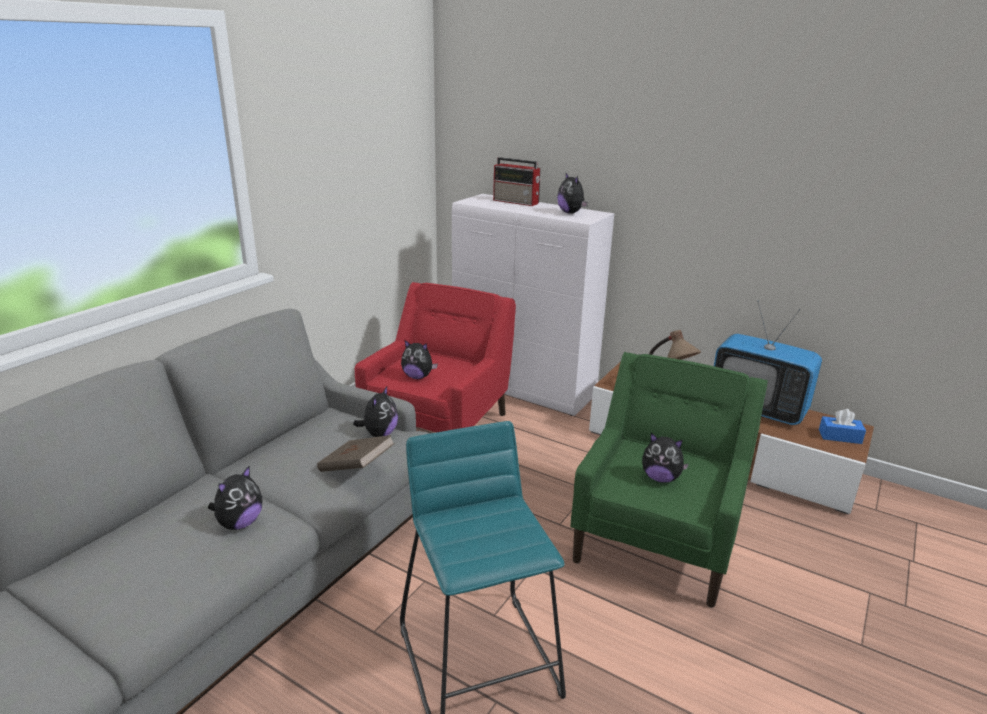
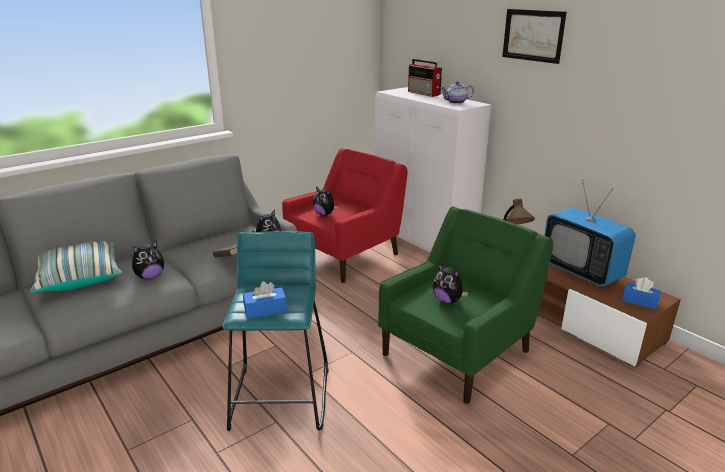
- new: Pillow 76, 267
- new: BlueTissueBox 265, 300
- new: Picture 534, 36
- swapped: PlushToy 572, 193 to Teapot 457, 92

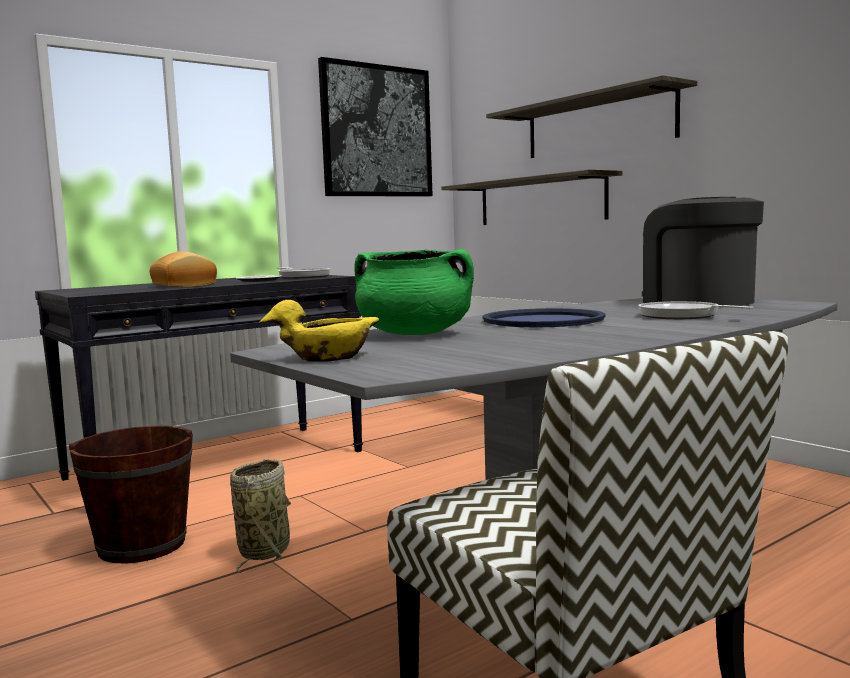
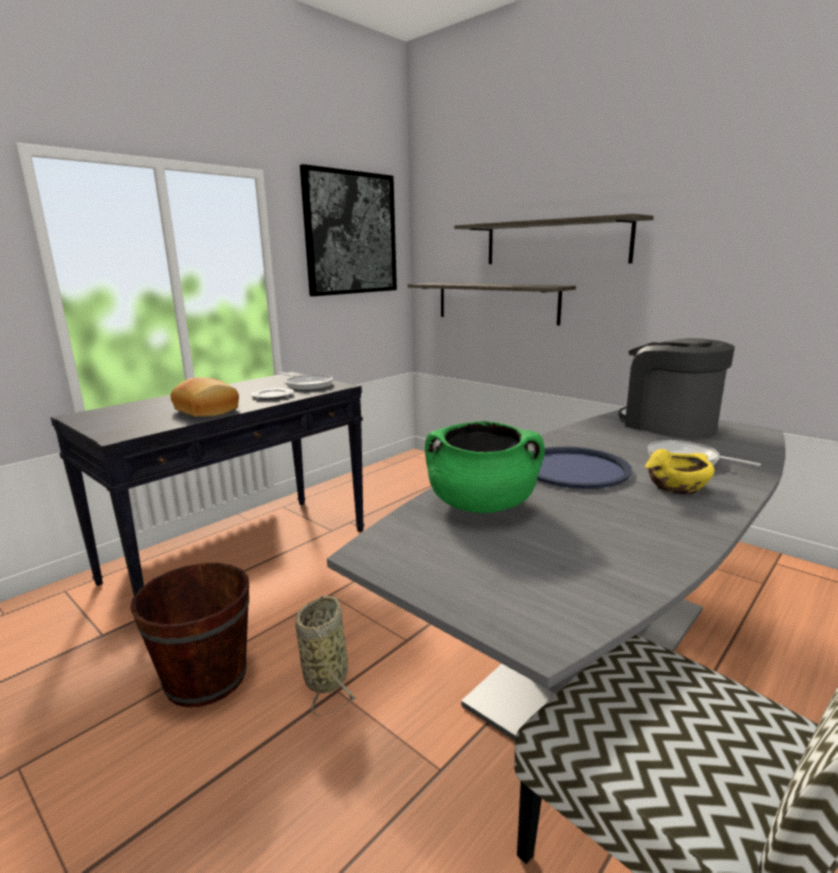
- shifted: YellowBowl 319, 331 to 679, 471

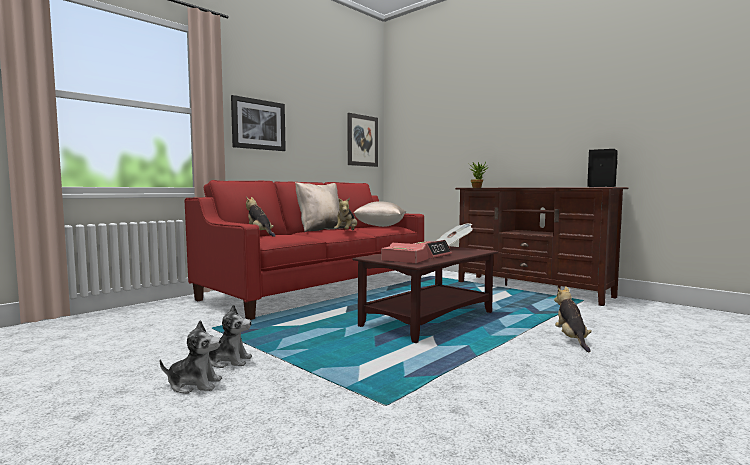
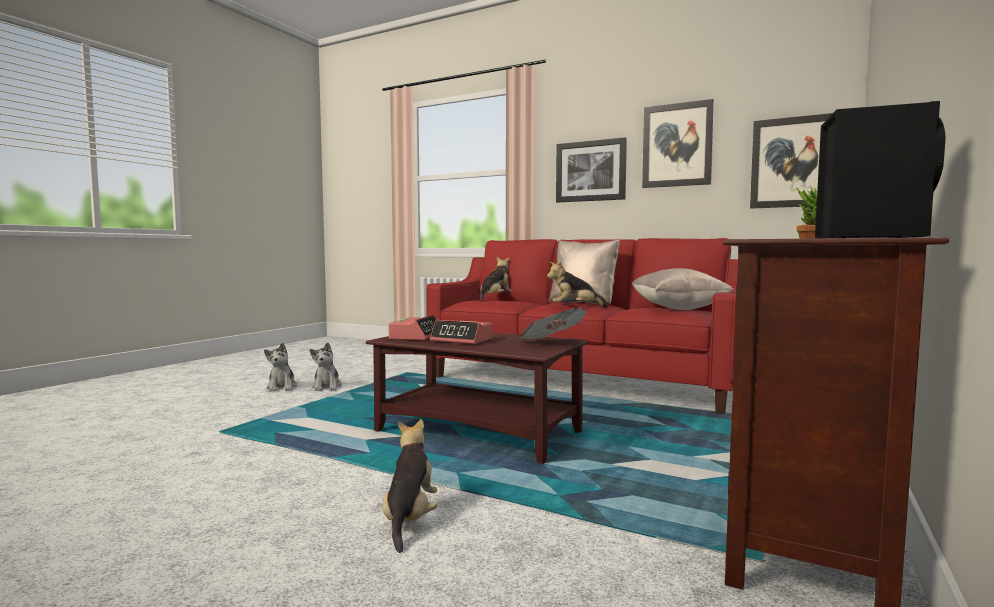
- new: Picture 678, 143
- rotated: PlushToy 573, 319 = 409, 486 75 degrees counterclockwise

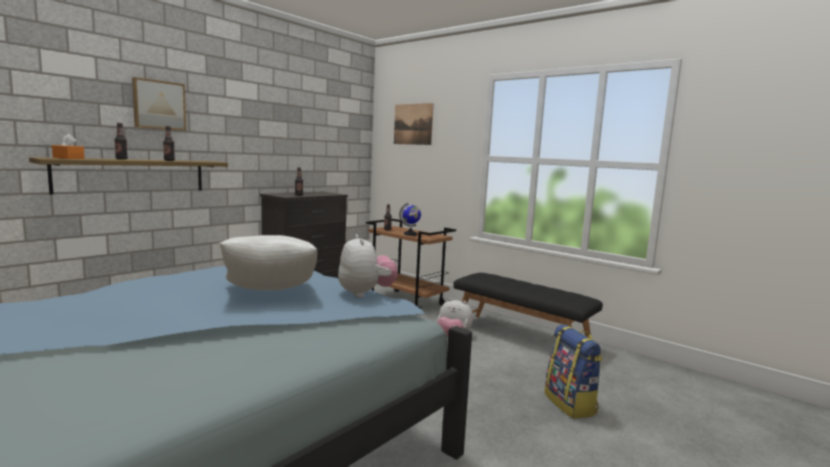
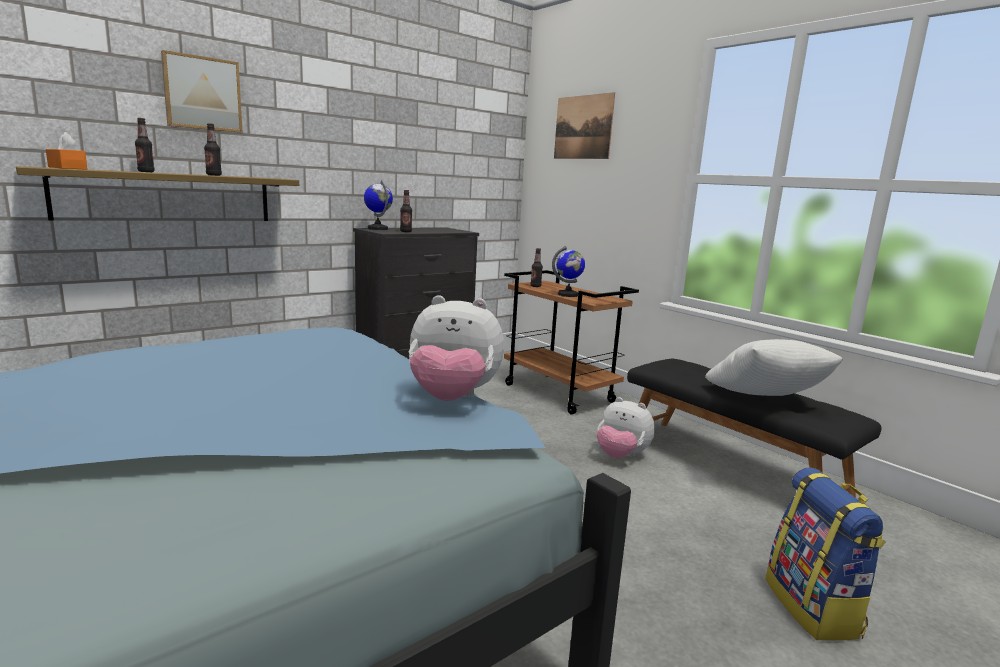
- new: Globe 378, 205
- shifted: WhitePillow 268, 262 to 774, 367
- rotated: PlushToy 368, 266 = 456, 348 105 degrees clockwise

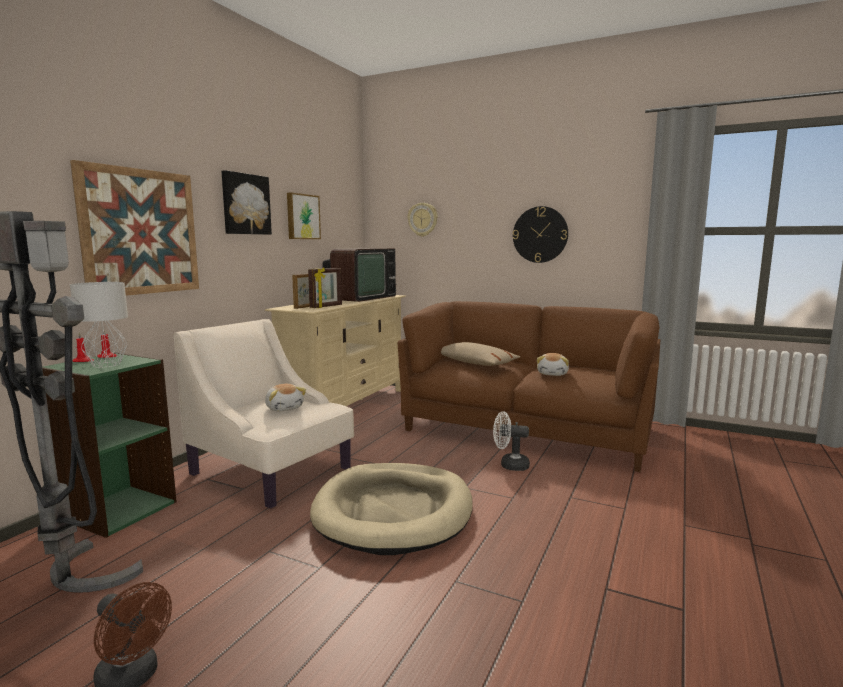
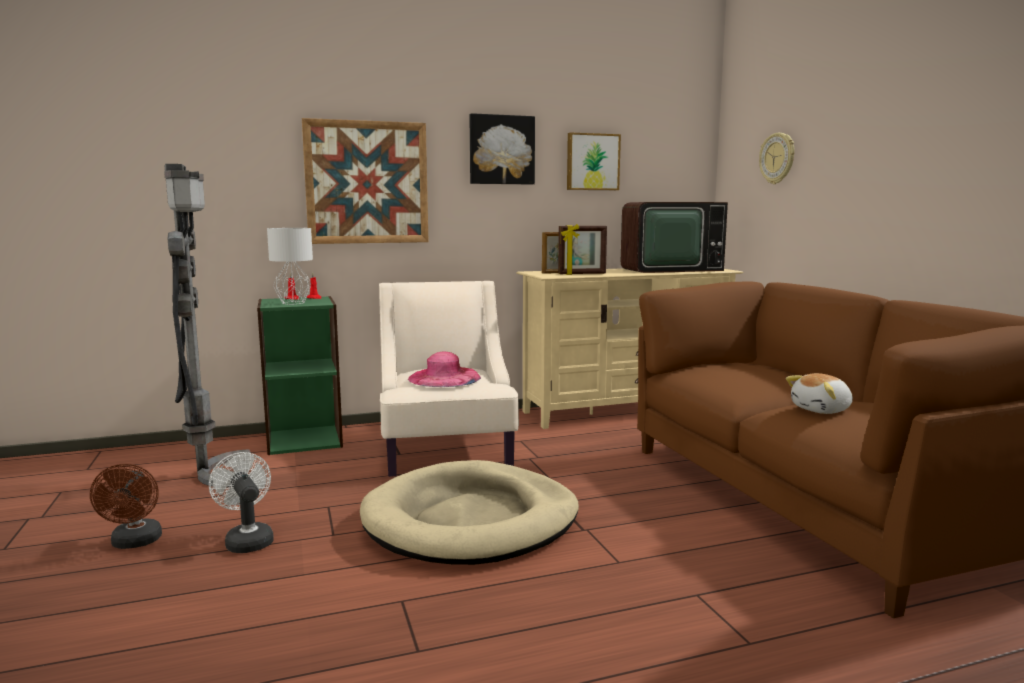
- gone: BeigePillow 480, 354
- gone: WallClock 540, 234
- shifted: WhiteFan 511, 441 to 241, 502
- swapped: PlushToy 285, 397 to PinkHat 444, 369

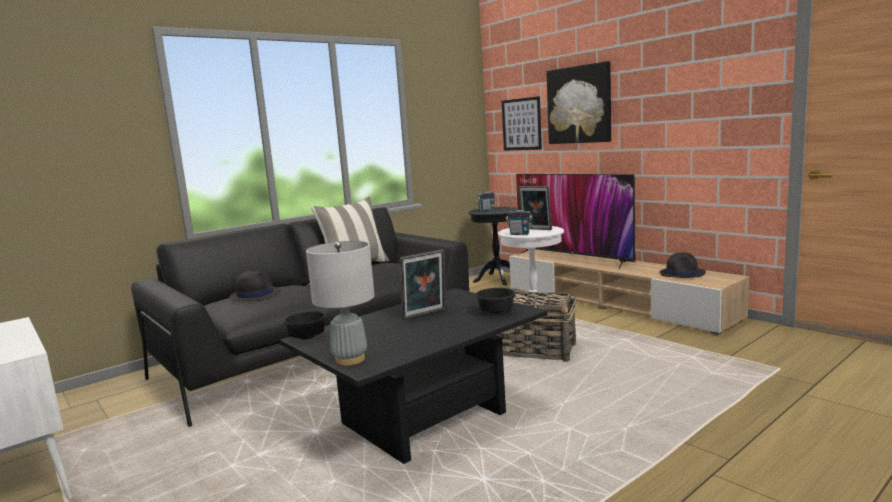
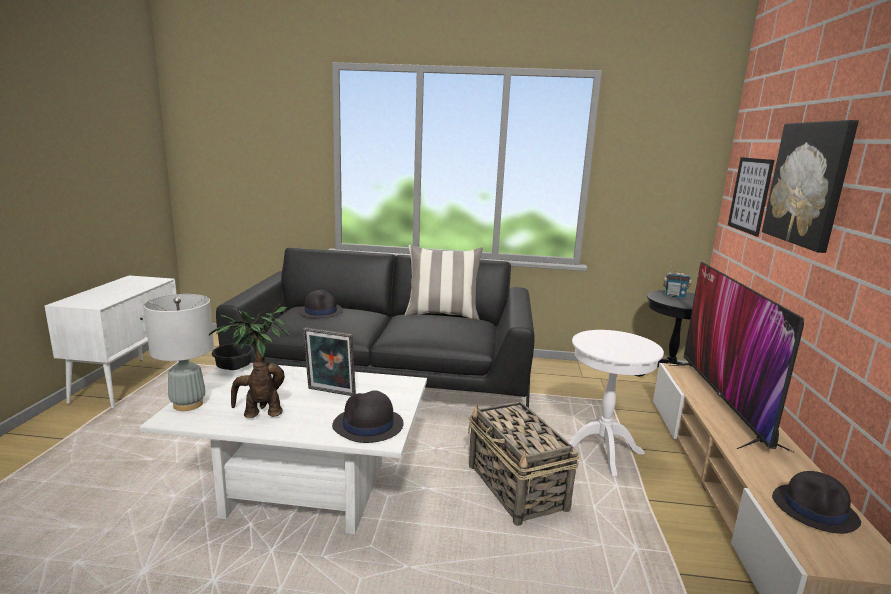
- gone: Radio 519, 217
- gone: PictureFrame 535, 208
- new: PottedPlant 249, 361
- swapped: BlackBowl 495, 301 to BlackHat 368, 416
- repainted: BlackCoffeeTable 413, 376 to WhiteCoffeeTable 283, 448

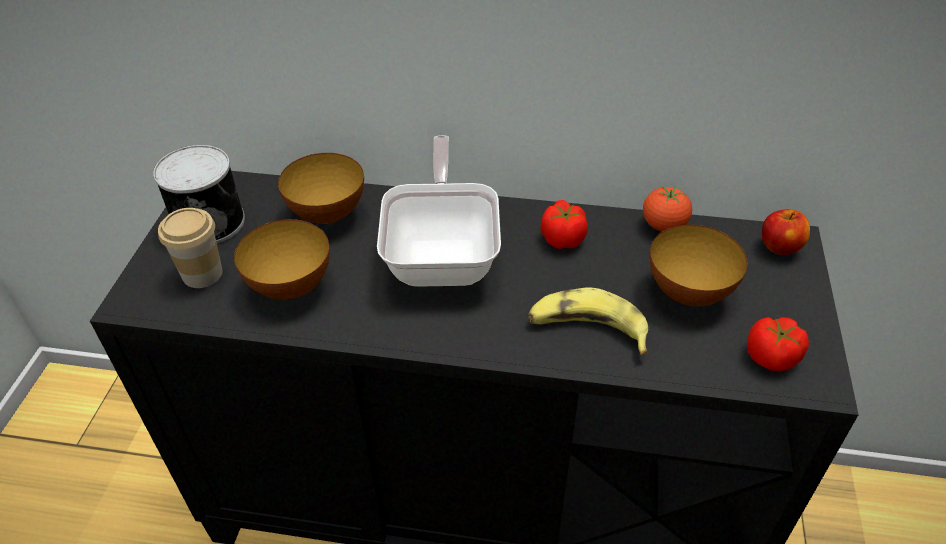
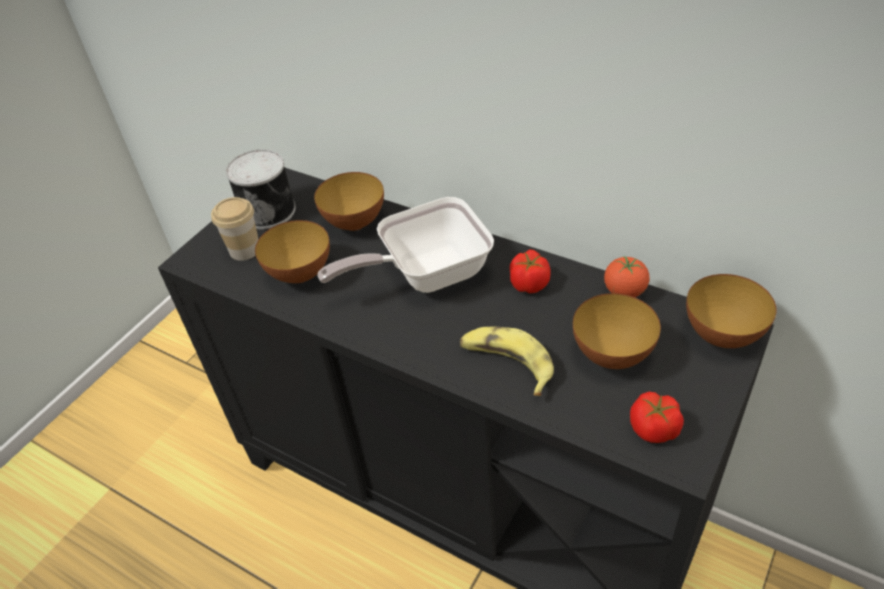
- swapped: Apple 786, 232 to Bowl 731, 311
- rotated: FryingPan 439, 211 = 406, 245 135 degrees counterclockwise

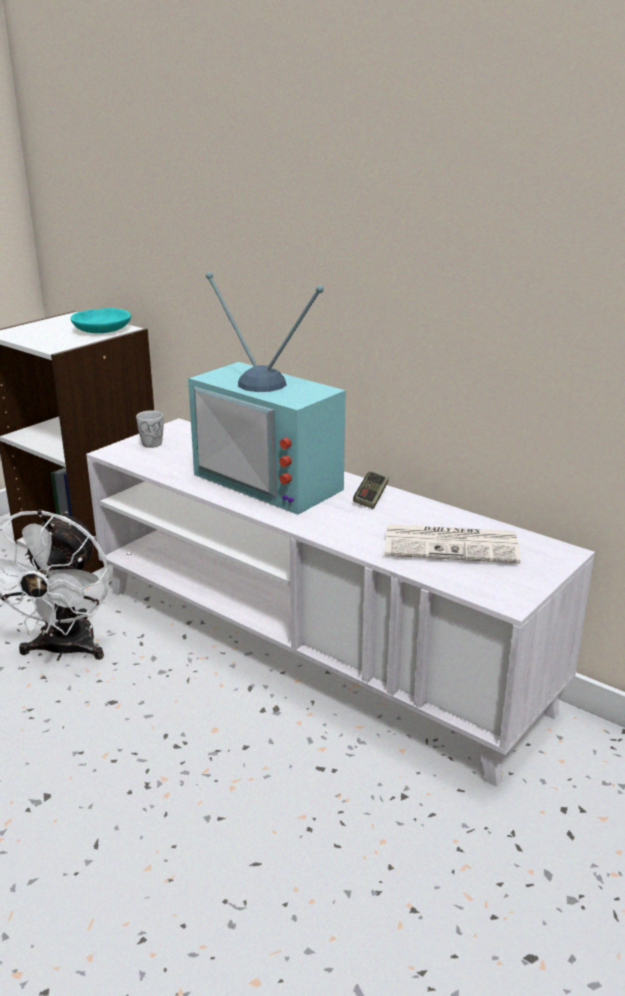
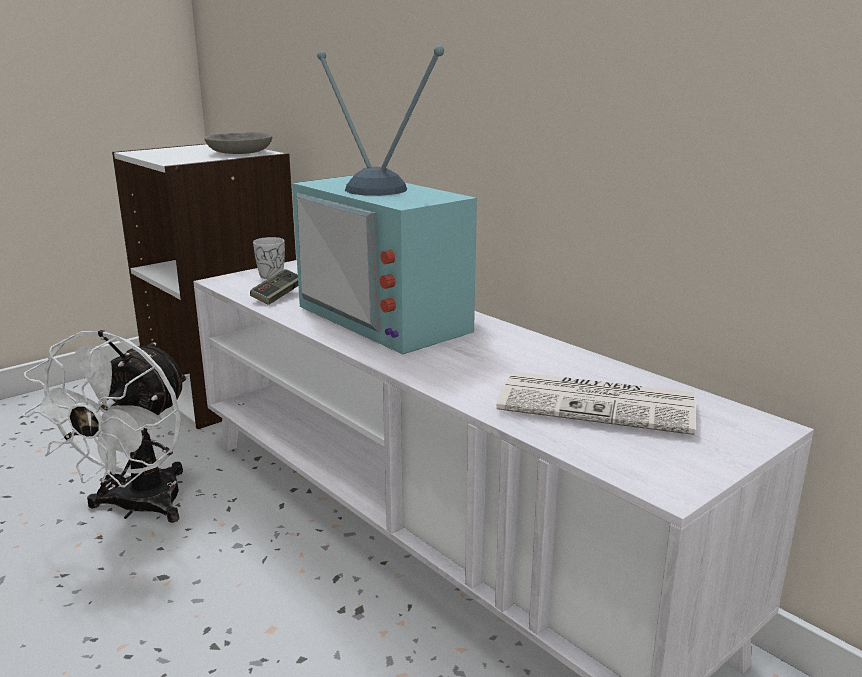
- shifted: GameController 371, 490 to 274, 287
- repainted: TurquoiseBowl 101, 320 to GreyBowl 238, 143

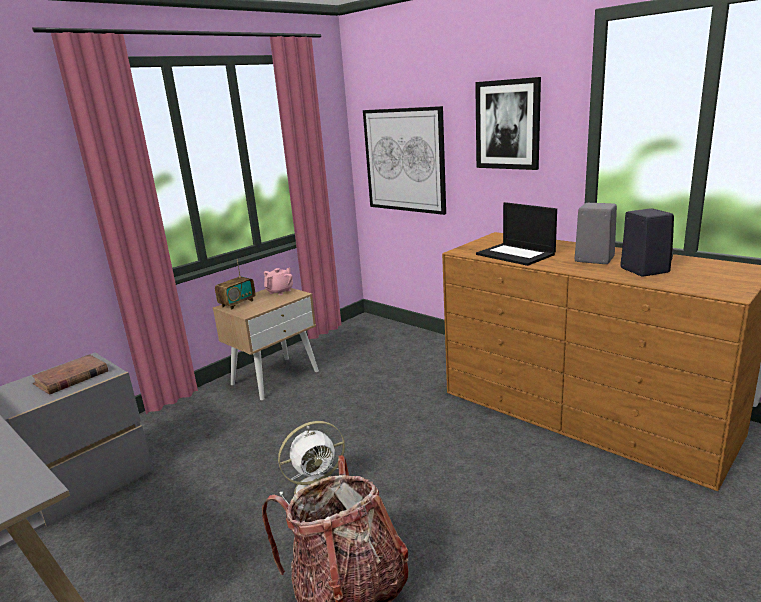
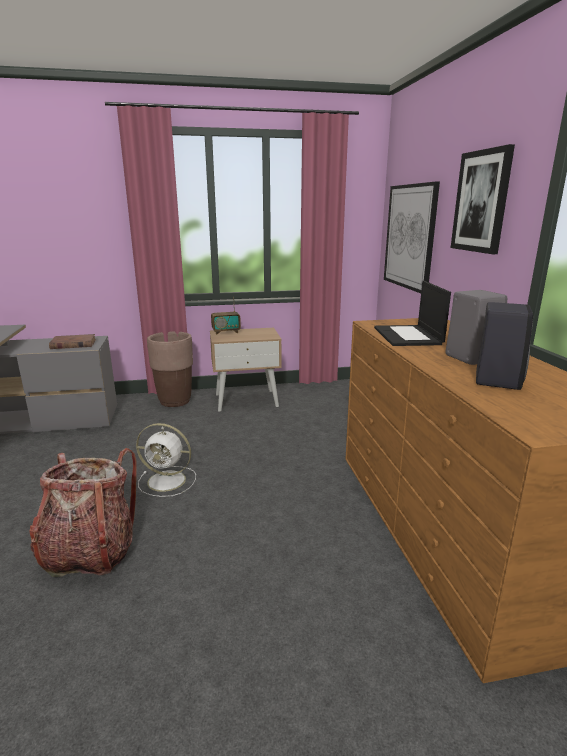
- gone: PinkTeapot 278, 281
- new: BrownPlanter 170, 369

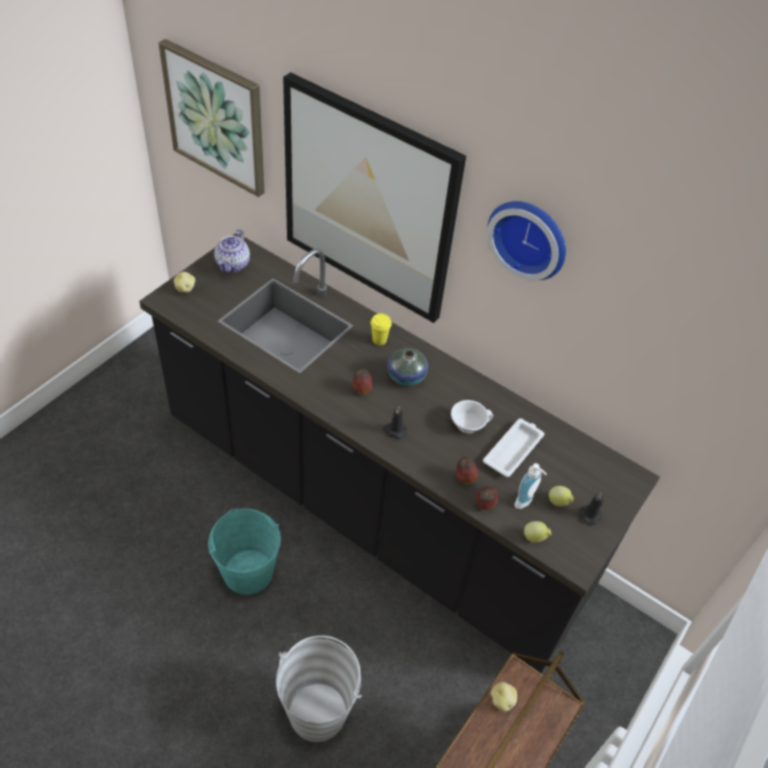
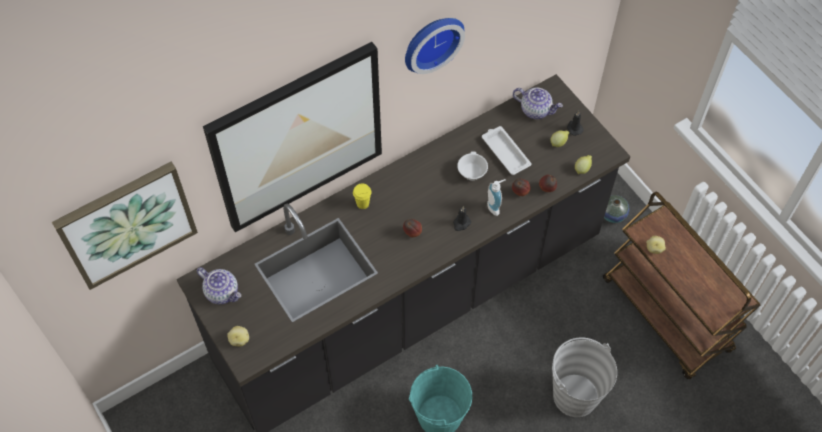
- new: Teapot 538, 103
- shifted: Vase 408, 367 to 617, 209
- shifted: SoapDispenser 530, 486 to 496, 197

